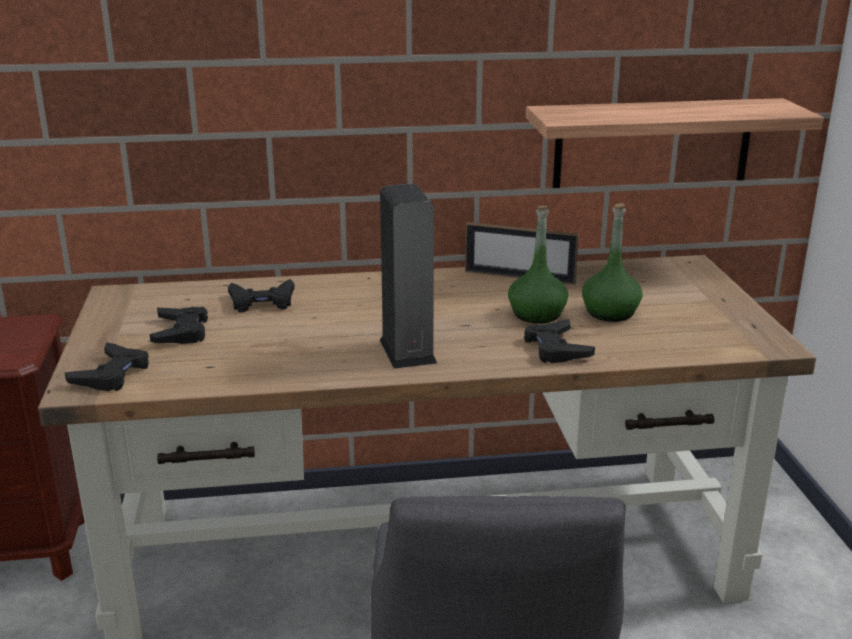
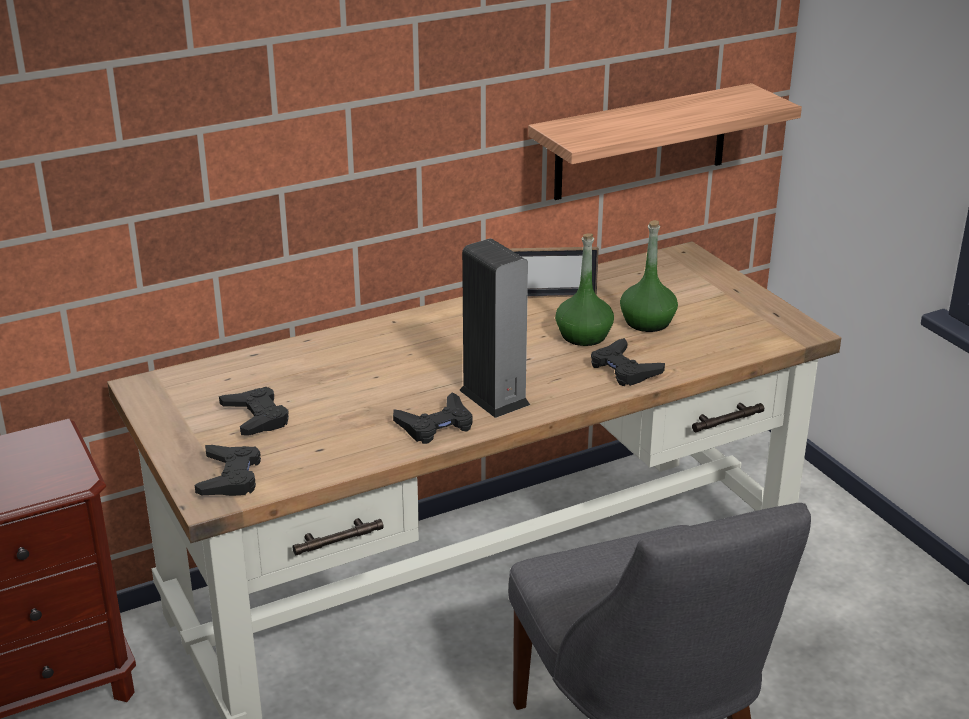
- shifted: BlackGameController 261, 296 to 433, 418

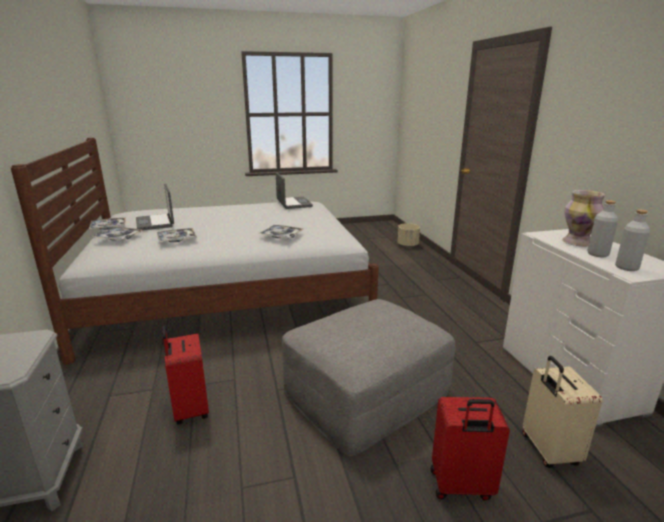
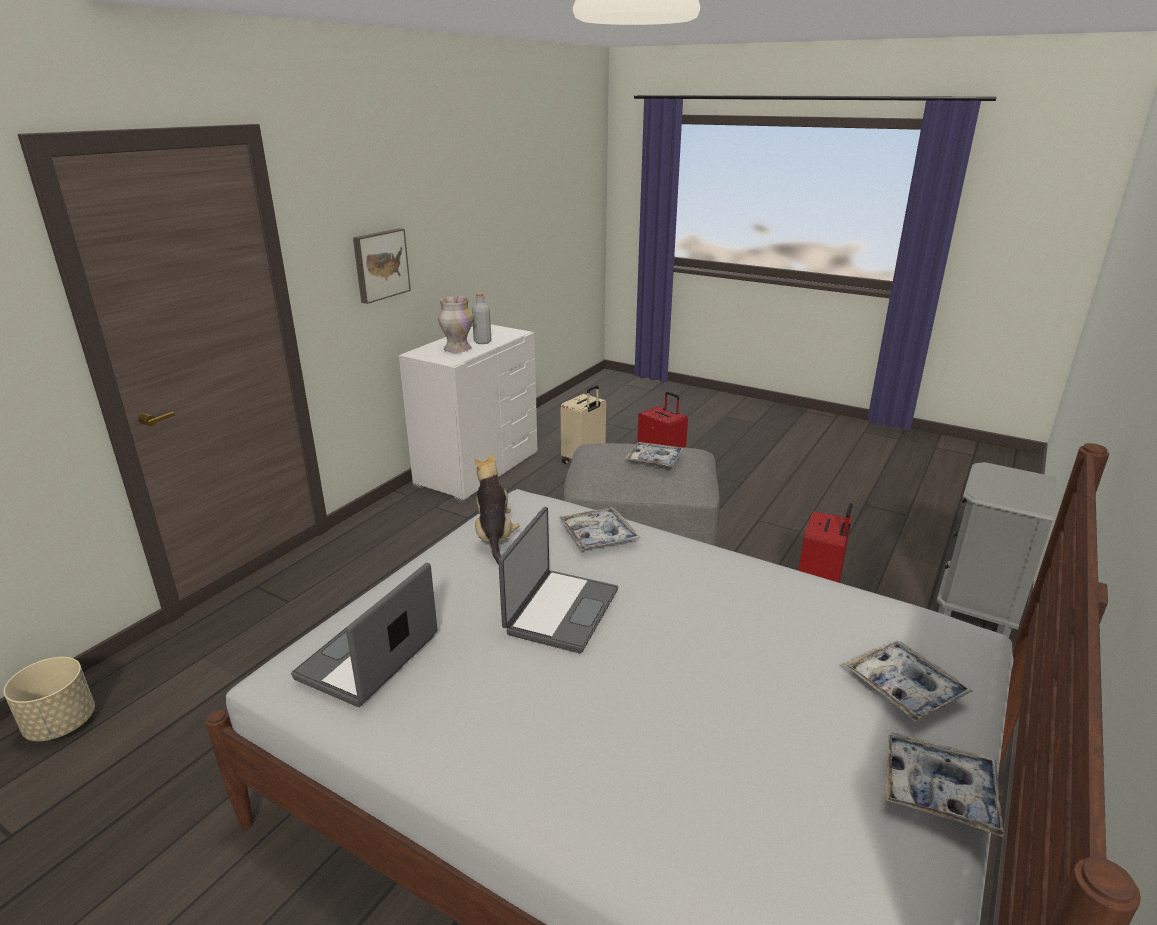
- gone: GreyBottle 632, 240
- new: Picture 382, 266
- new: PlushToy 497, 508
- shifted: Laptop 155, 207 to 558, 580
- shifted: Tray 177, 235 to 654, 454

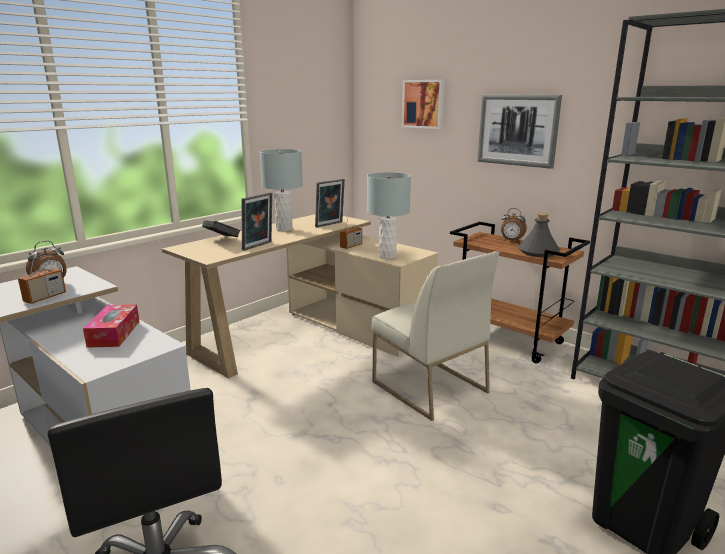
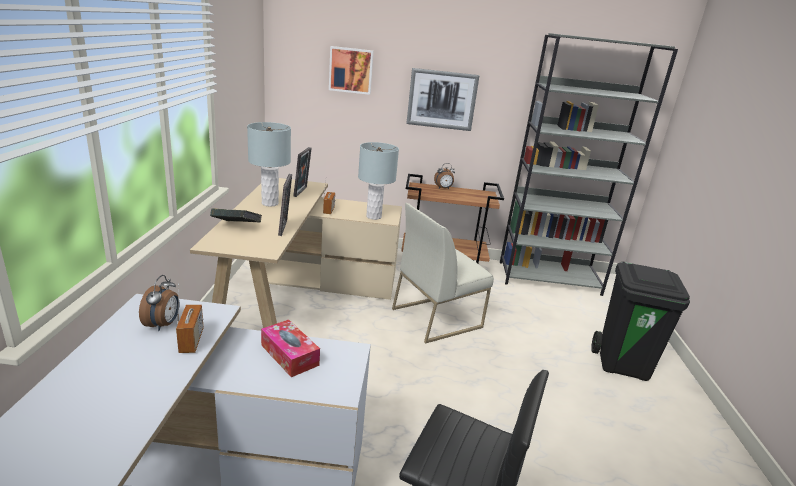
- gone: GreyBottle 539, 235
- rotated: WhiteChair 435, 336 = 443, 273 135 degrees clockwise

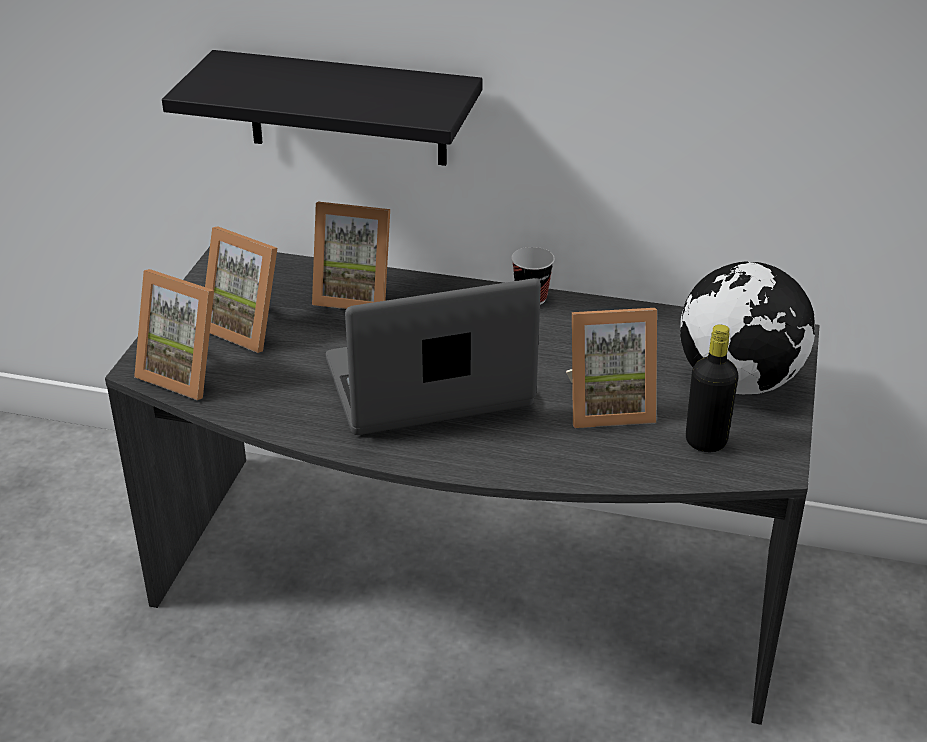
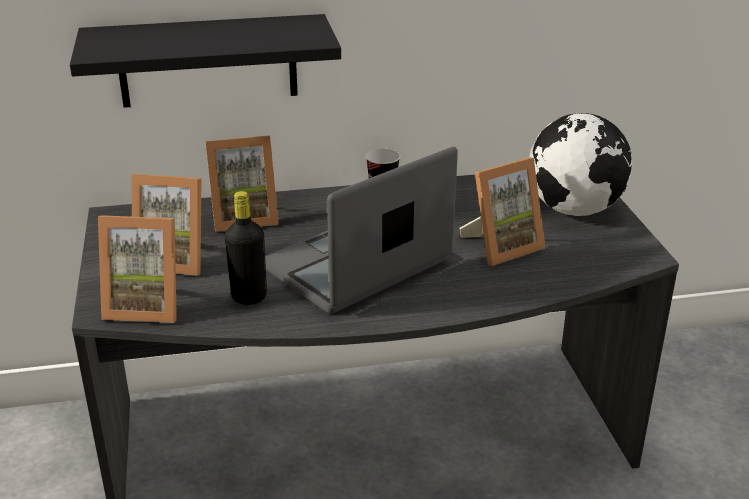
- shifted: BlackBottle 712, 388 to 246, 248

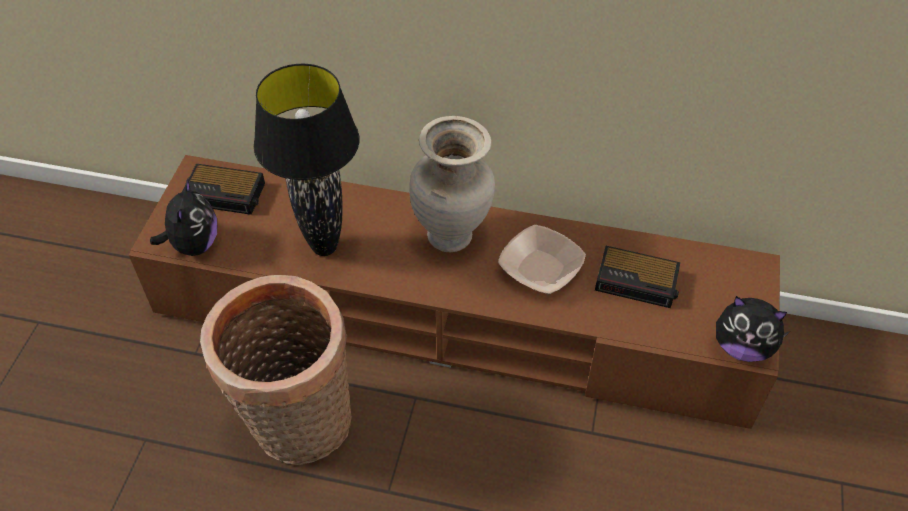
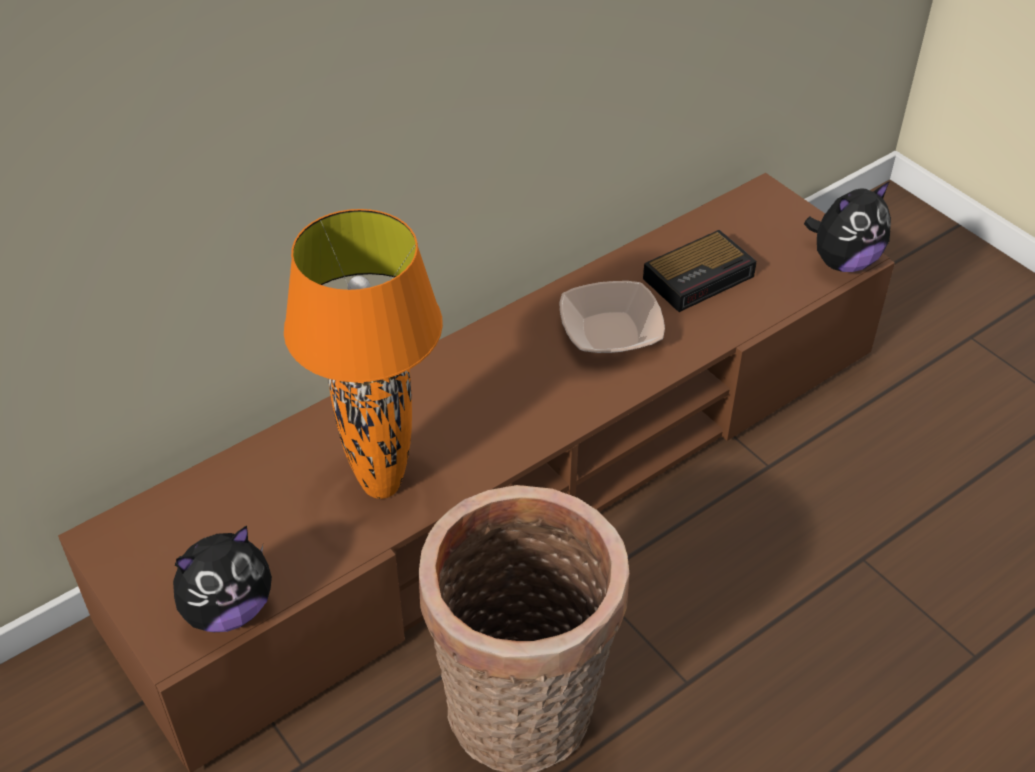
- gone: AlarmClock 223, 189
- gone: BeigeVase 452, 184
- repainted: BlackTableLamp 306, 160 to OrangeTableLamp 363, 354
- rotated: PlushToy 183, 217 = 222, 578 105 degrees clockwise

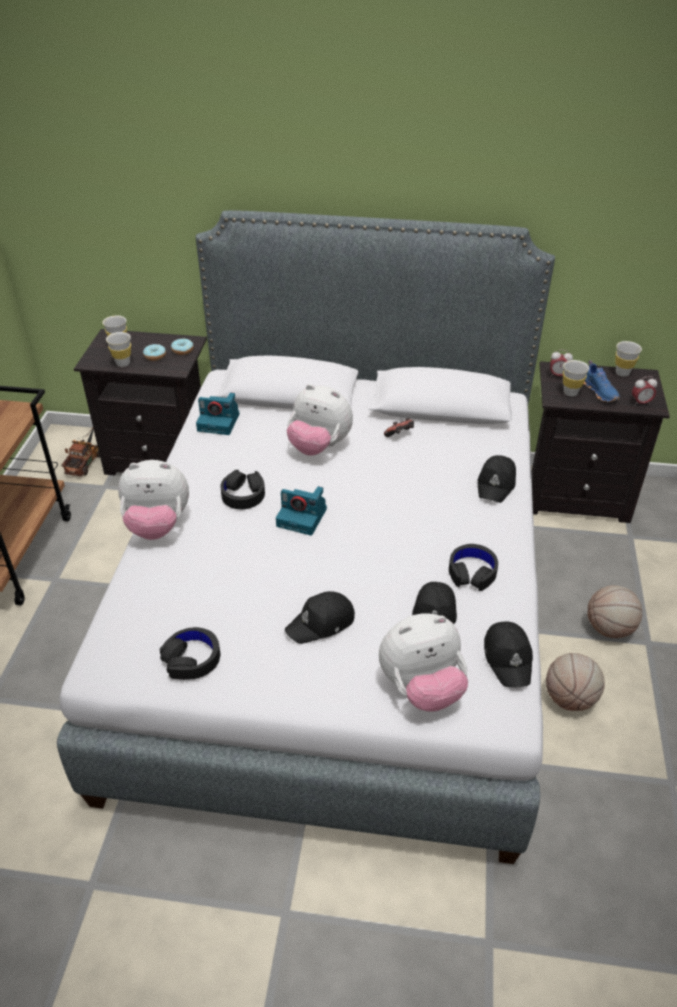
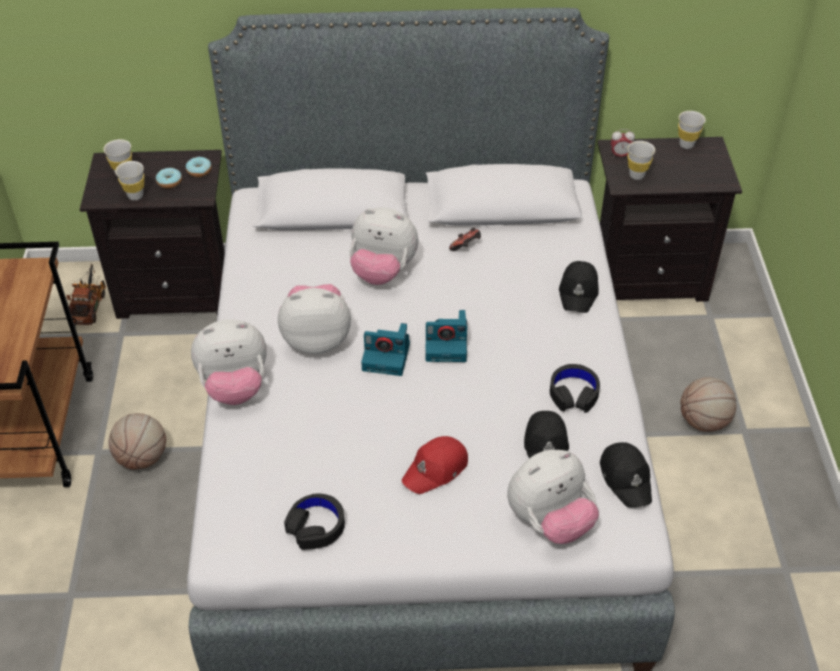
- gone: BlueShoe 602, 381
- gone: AlarmClock 644, 391
- shifted: PhotoCamera 217, 414 to 446, 336
- shifted: Basketball 575, 682 to 137, 441
- swapped: BlackHeadphones 242, 489 to PlushToy 314, 319
- repainted: BlackCap 320, 617 to RedCap 435, 465

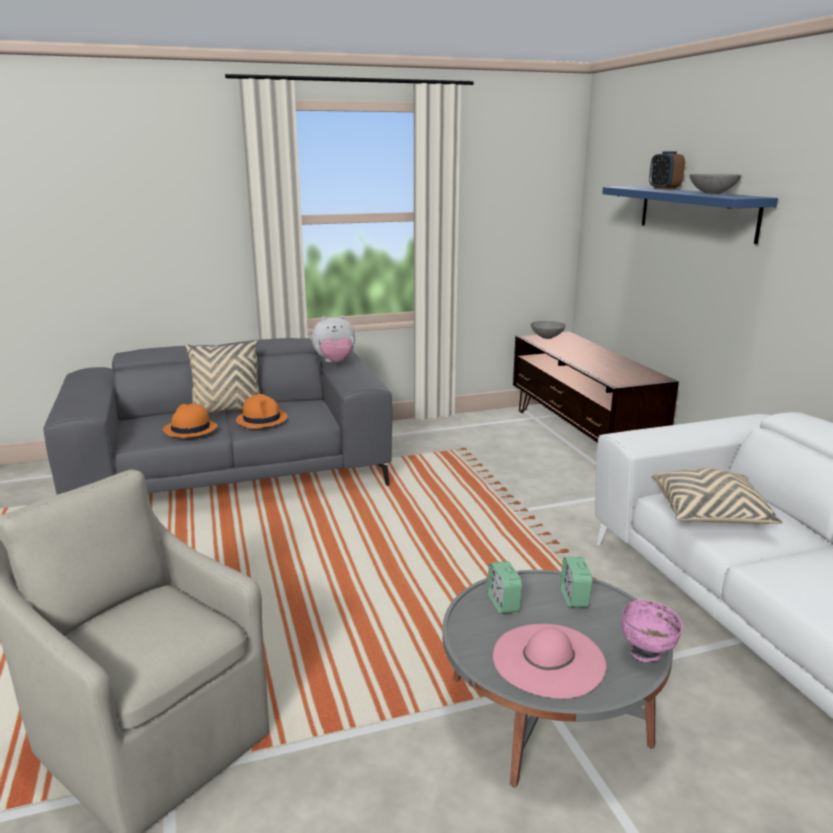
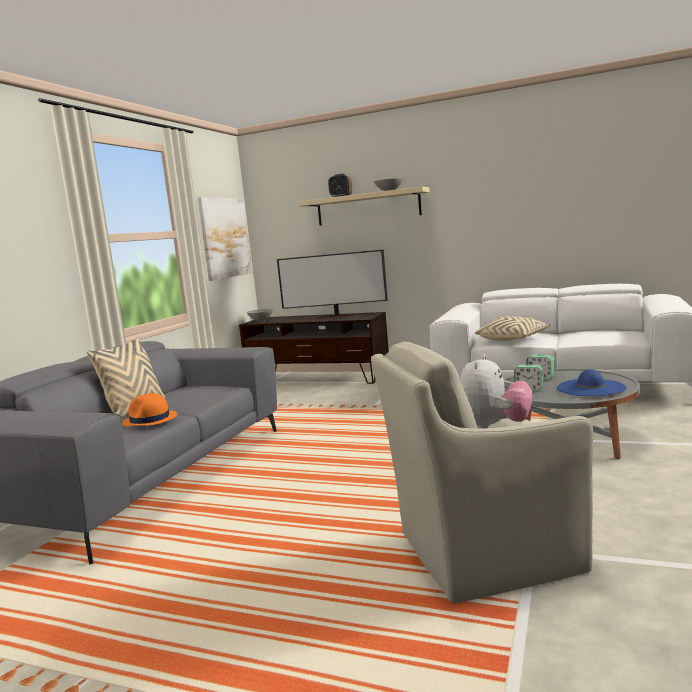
- gone: OrangeHat 262, 411
- gone: PinkBowl 652, 631
- new: Picture 225, 239
- new: Television 332, 284
- shifted: PlushToy 333, 338 to 496, 391
- repainted: PinkHat 549, 661 to BlueHat 592, 382
- repainted: BlueShelf 690, 215 to BeigeShelf 364, 206

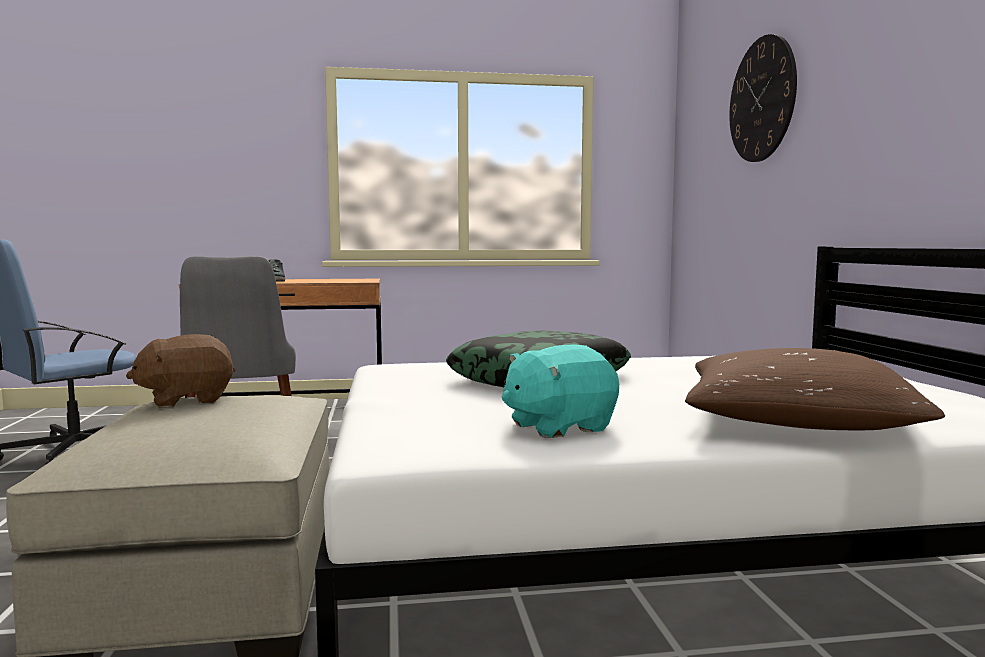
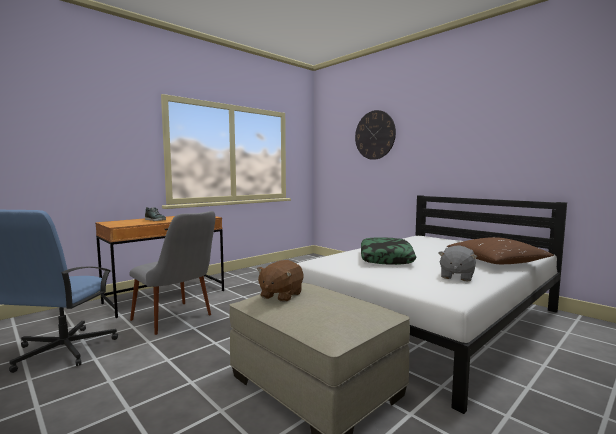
- repainted: TurquoisePlushToy 560, 391 to GreyPlushToy 457, 263

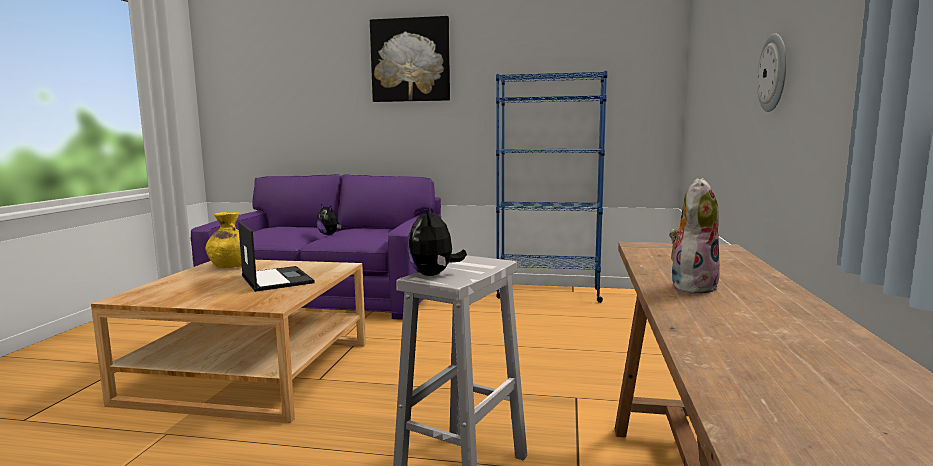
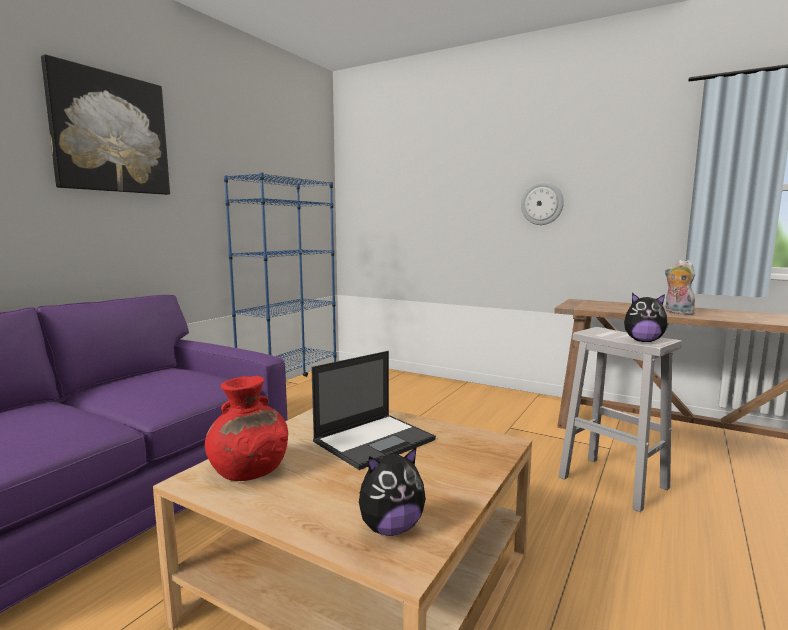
- shifted: PlushToy 329, 219 to 392, 491
- repainted: YellowVase 223, 240 to RedVase 246, 428
- rotated: Laptop 276, 256 = 373, 410 150 degrees clockwise

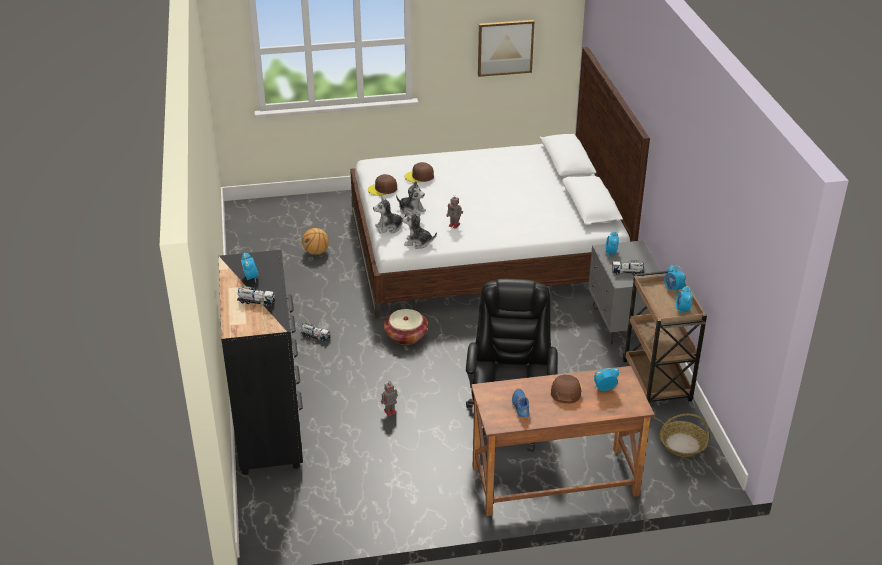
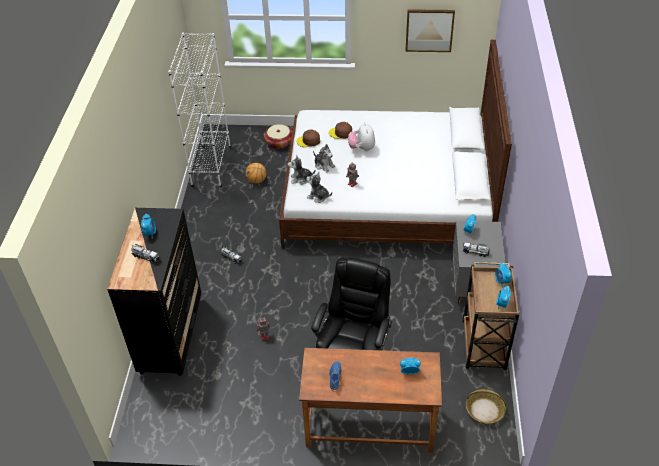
- gone: BrownCap 566, 389
- new: WhiteBookcase 199, 110
- new: PlushToy 361, 137
- shifted: Basket 406, 327 to 278, 136

